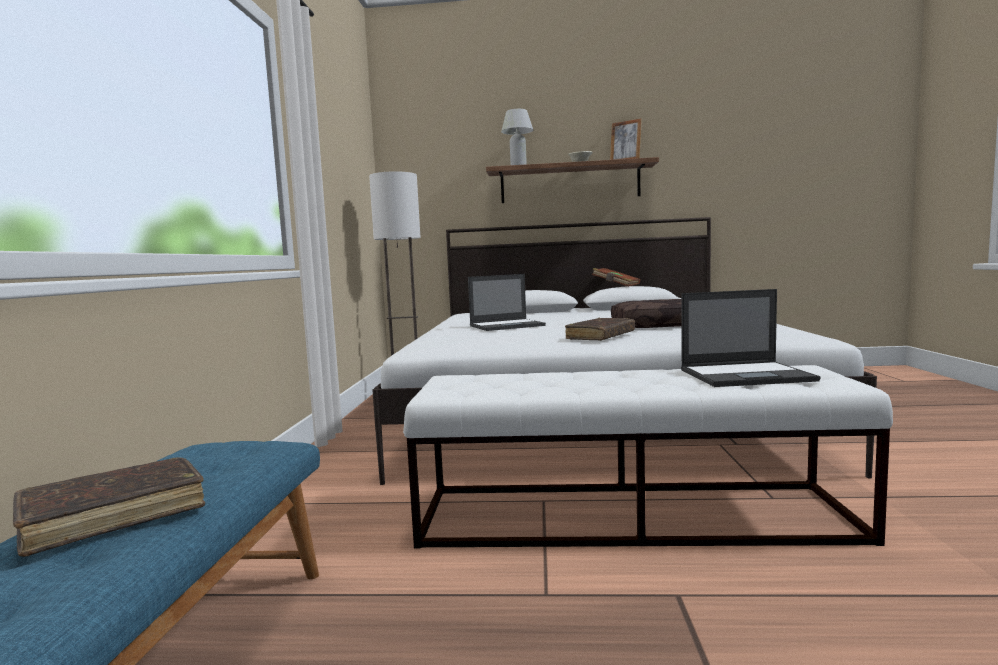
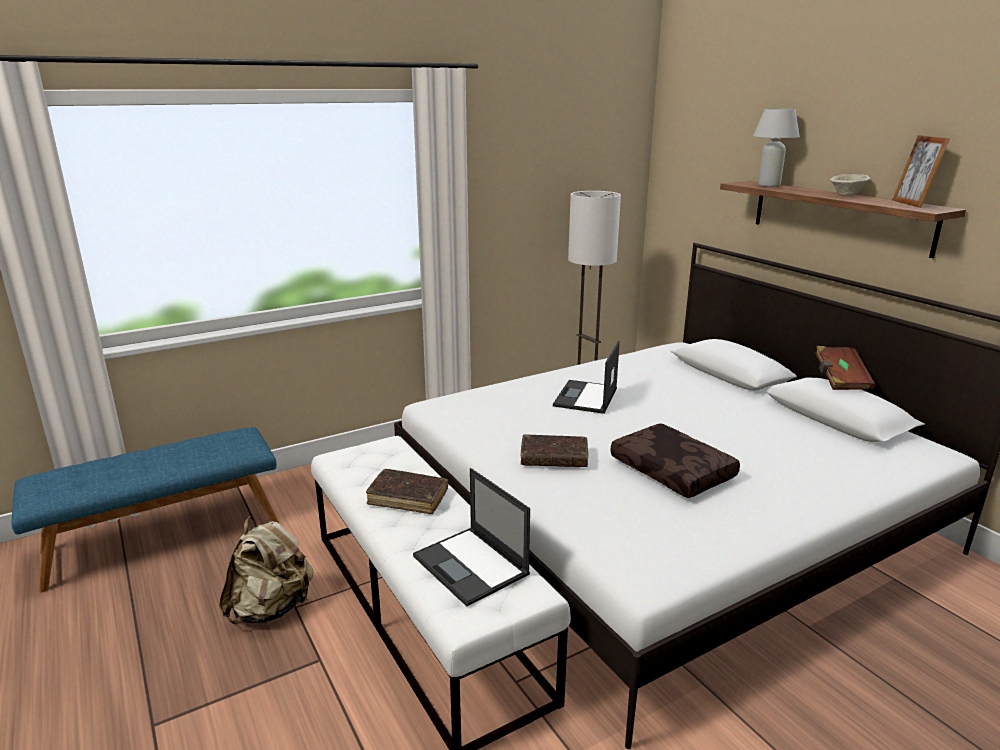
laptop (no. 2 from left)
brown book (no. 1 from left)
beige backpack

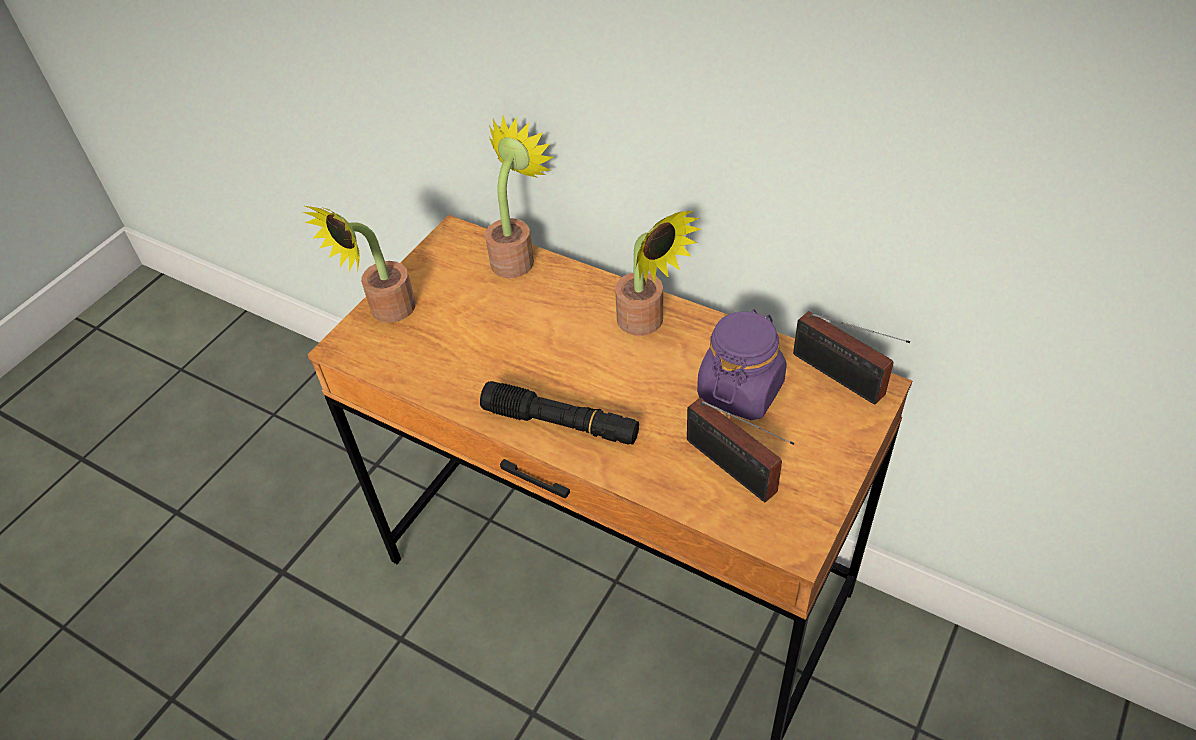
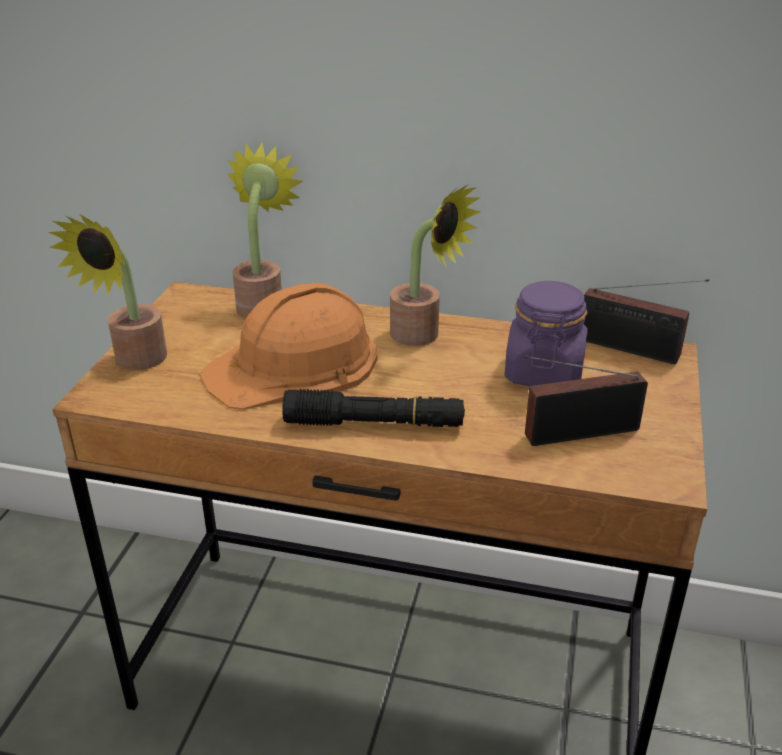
radio (no. 1 from left)
orange hard hat

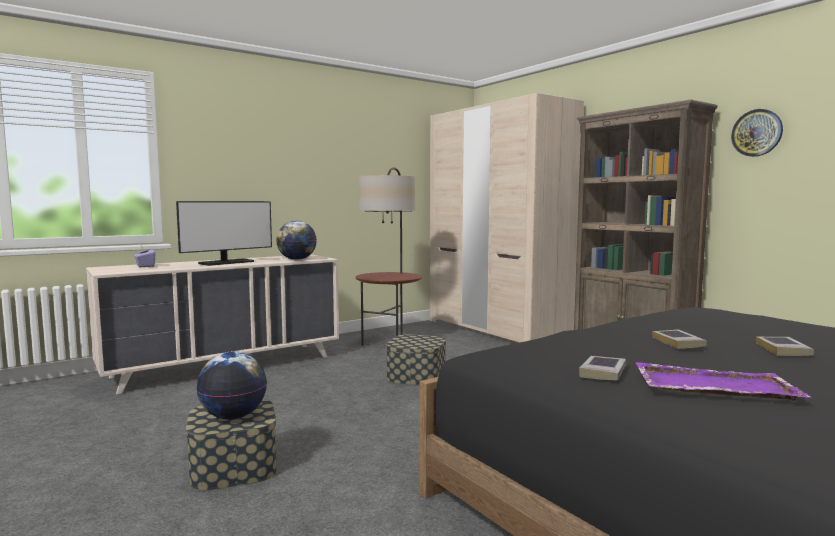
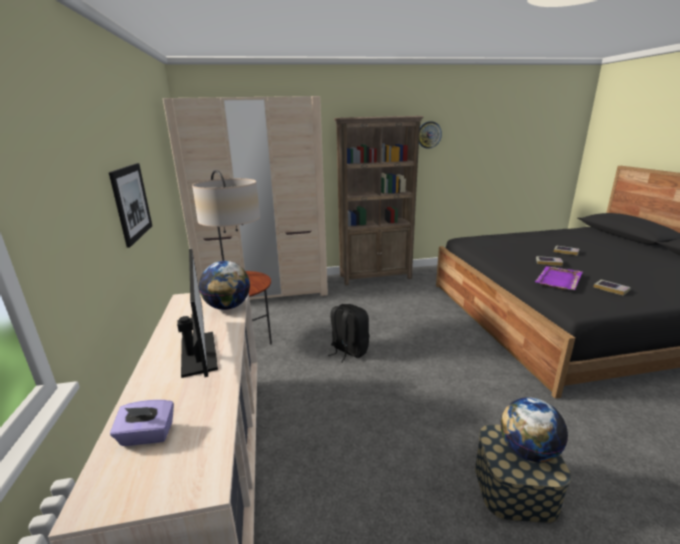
black backpack
purple tray
picture

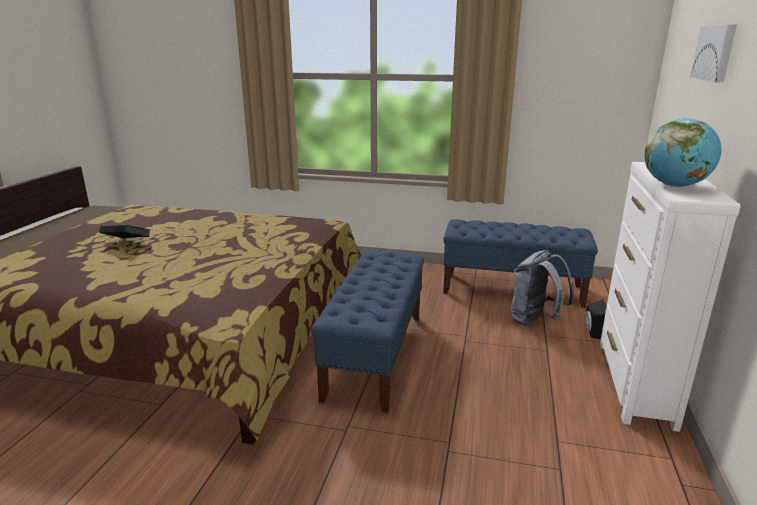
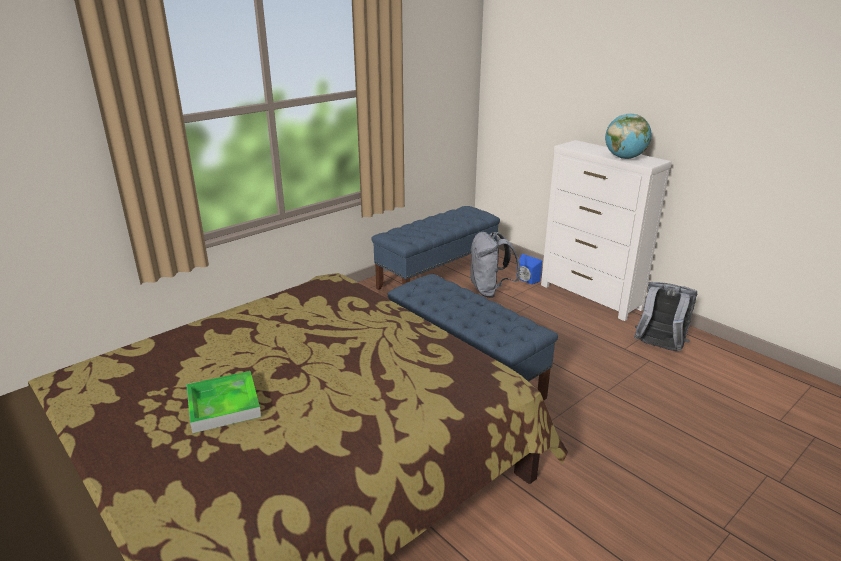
picture
tray
blue speaker
grey backpack (no. 2 from left)

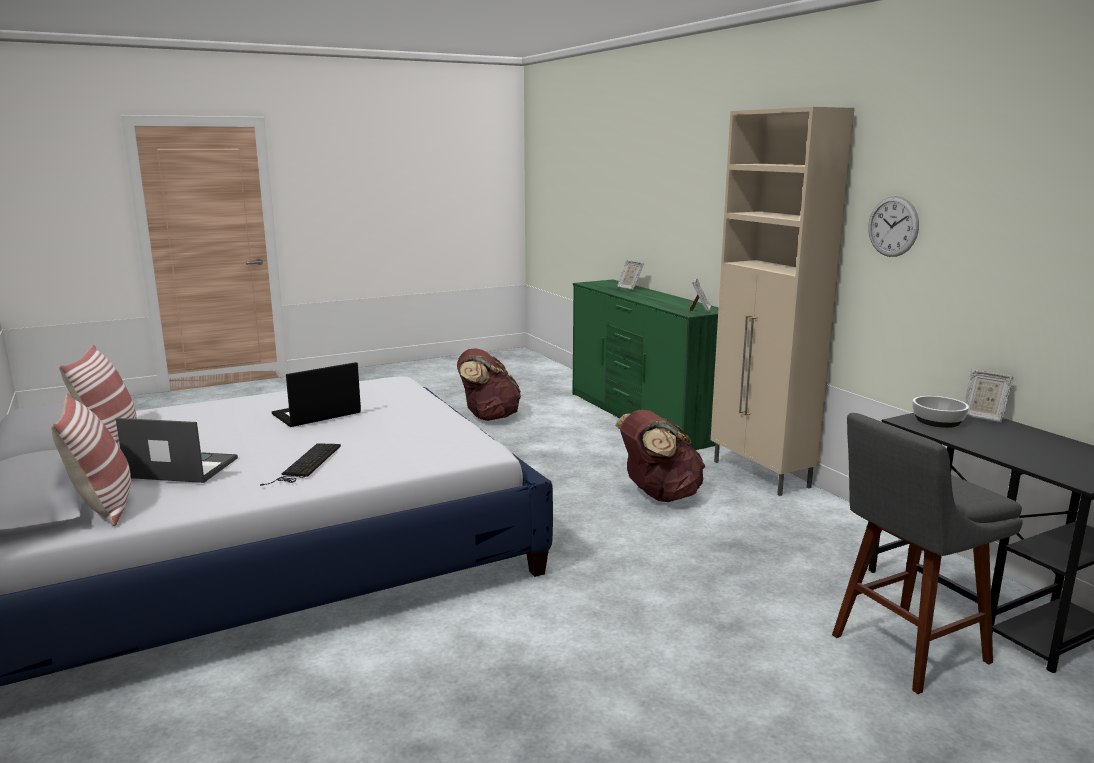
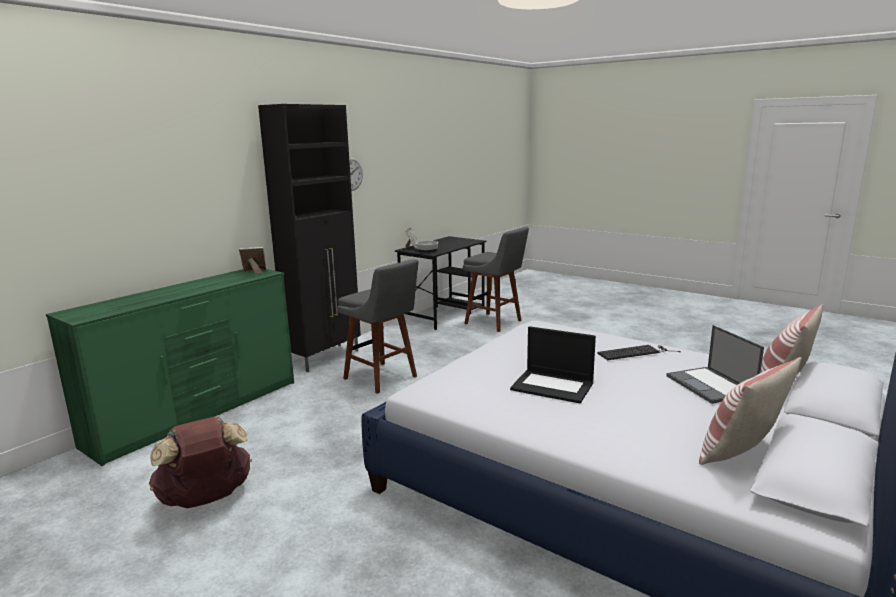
black cabinet
picture frame (no. 1 from left in the first image)
grey stool (no. 1 from left)

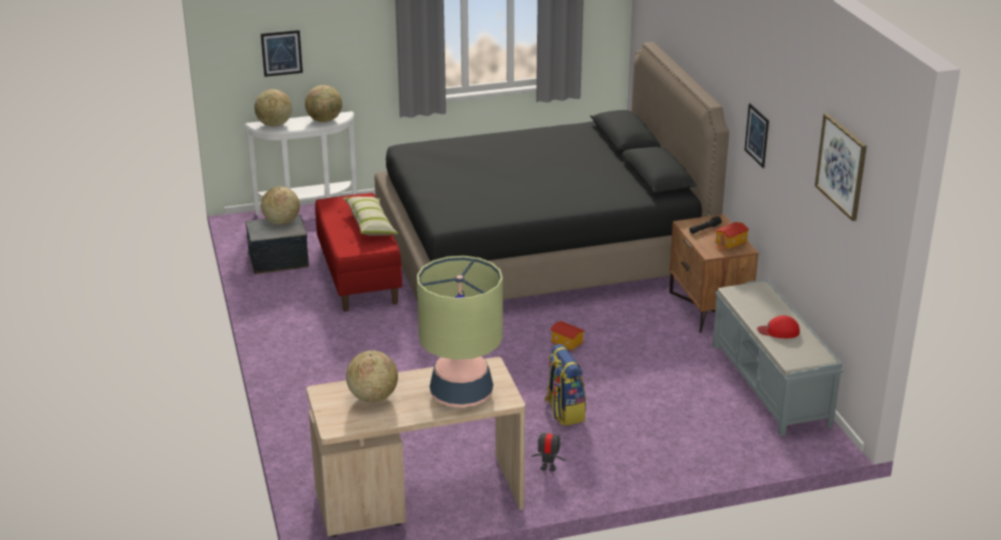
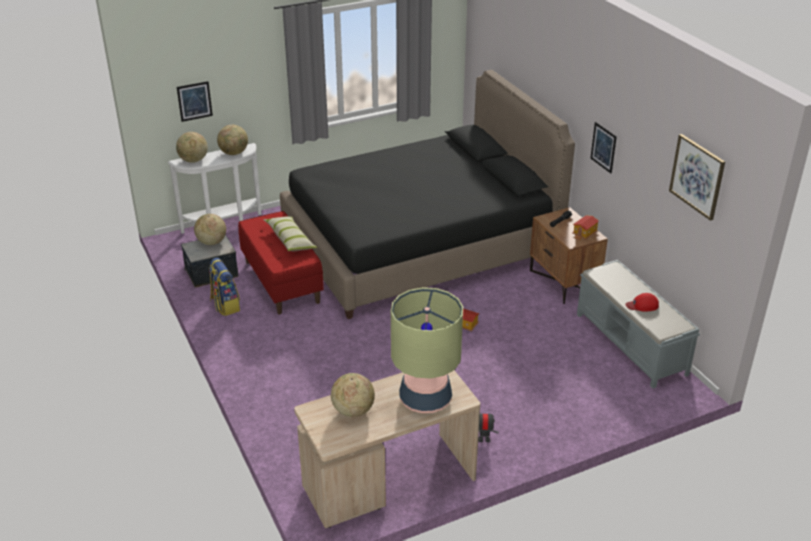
backpack

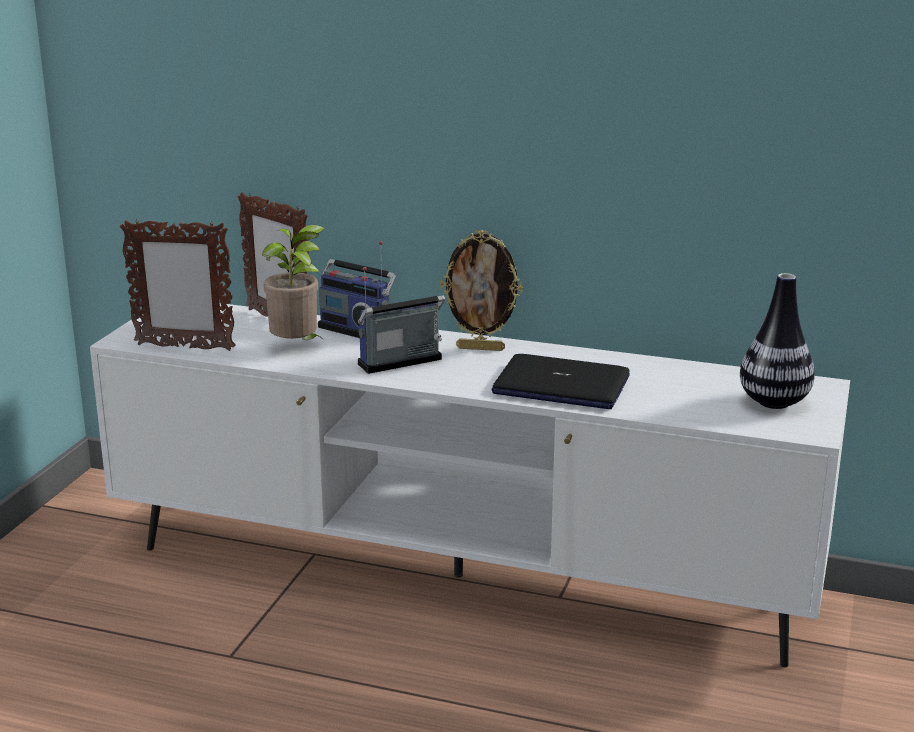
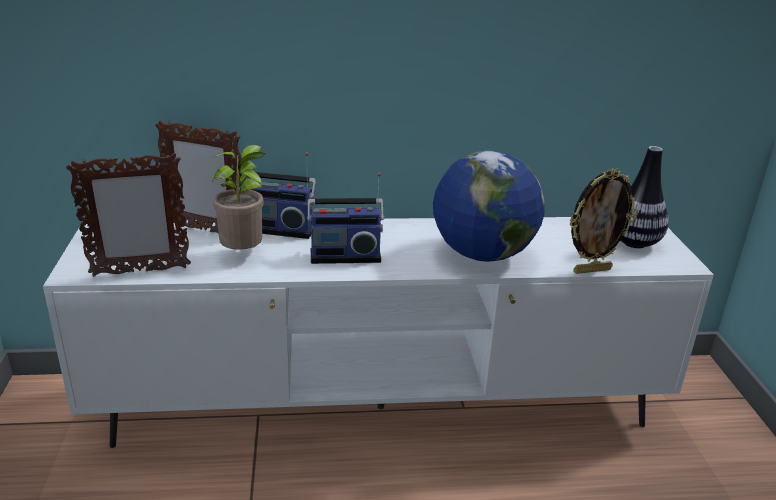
picture frame (no. 3 from left)
radio (no. 2 from left)
globe

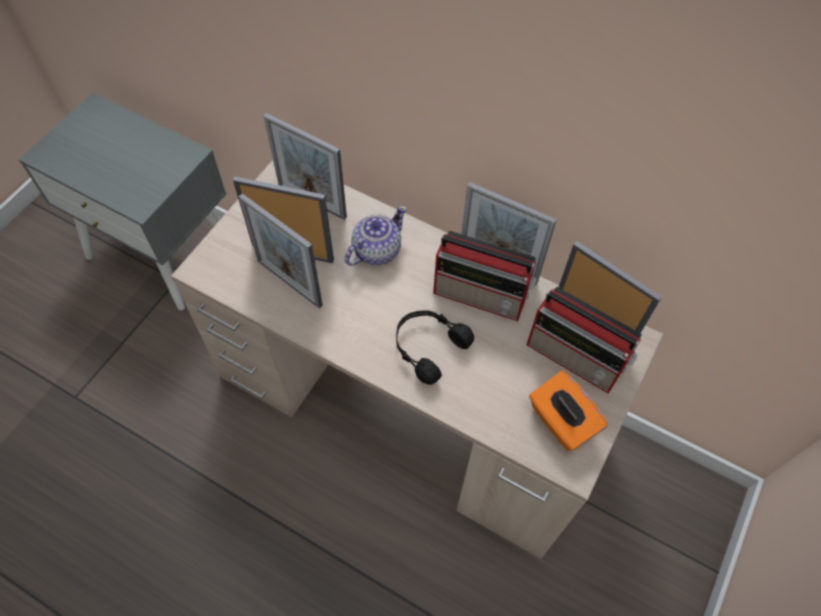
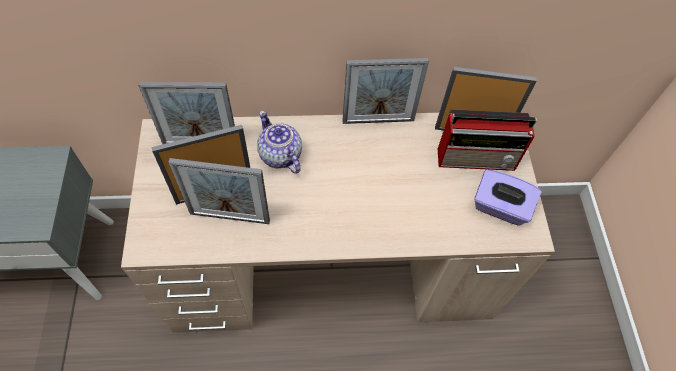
teapot
radio (no. 1 from left in the first image)
black headphones
purple tissue box

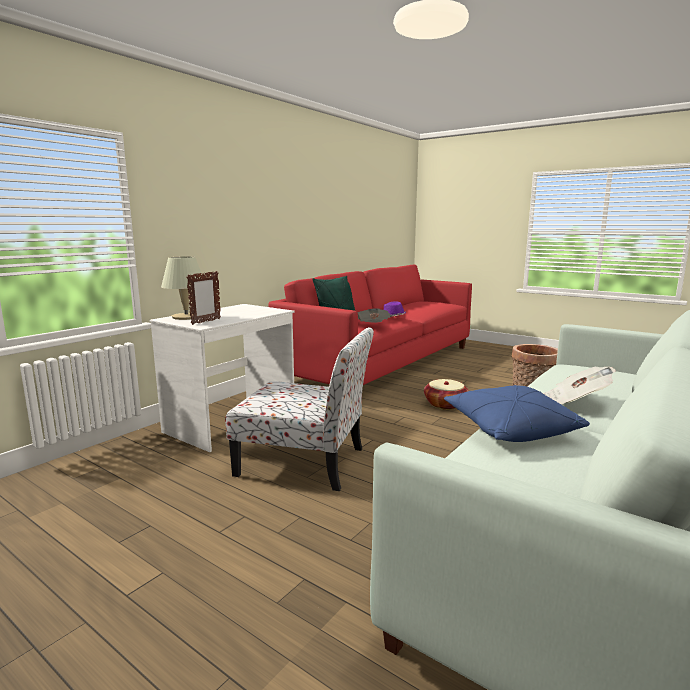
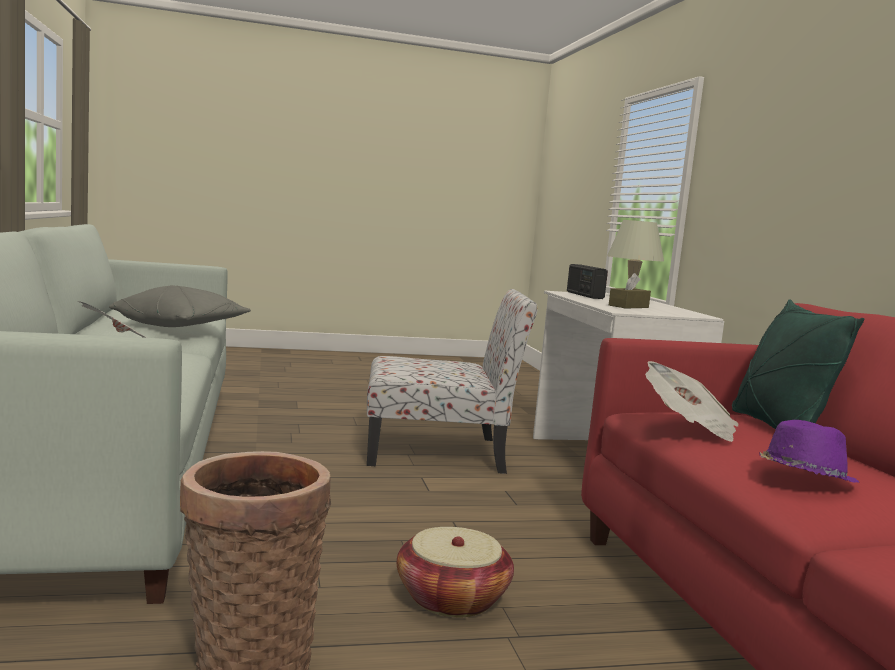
radio
chair
grey pillow
brown tissue box

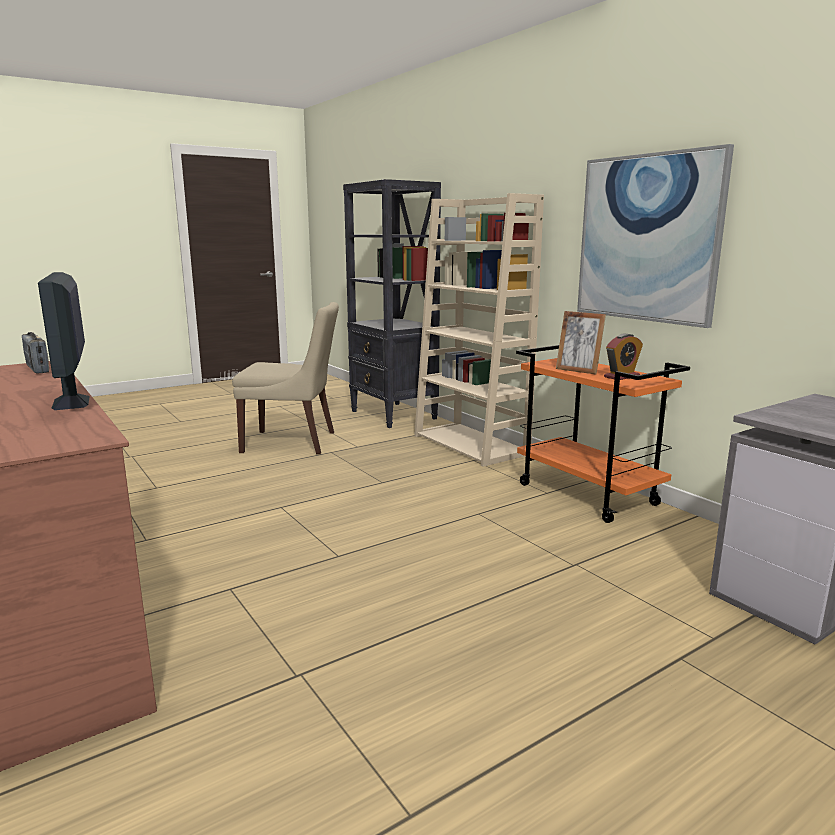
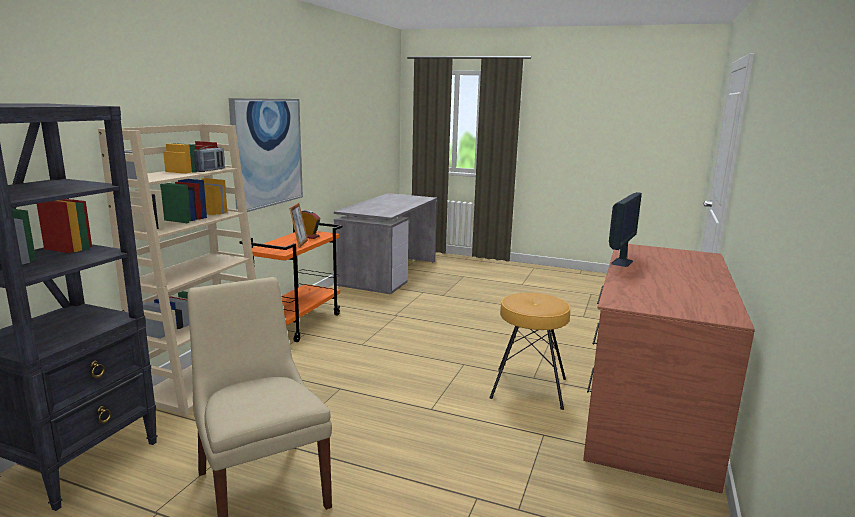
radio
brown stool

